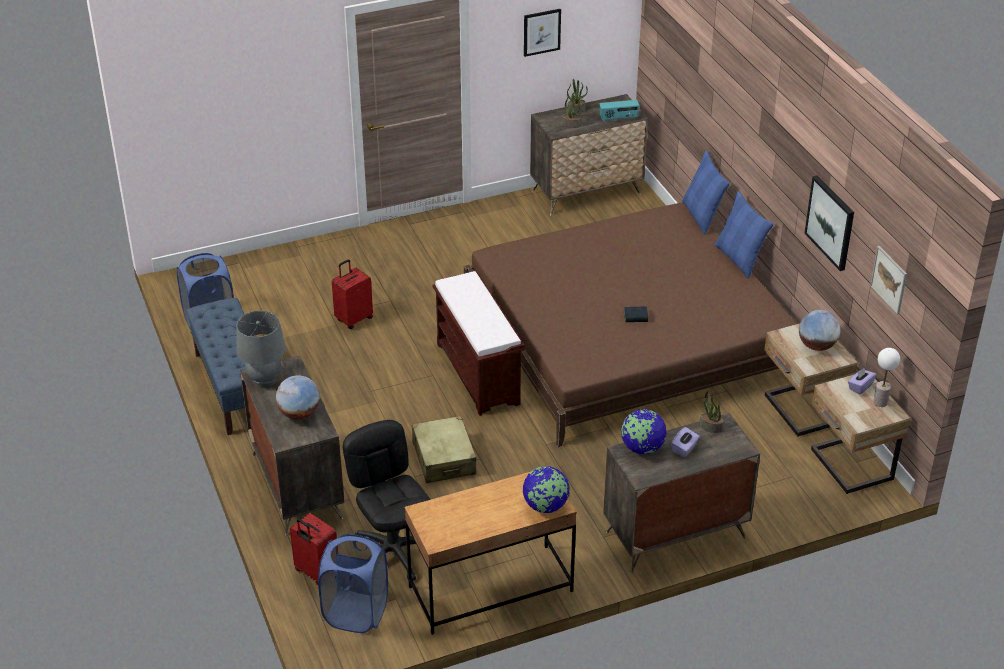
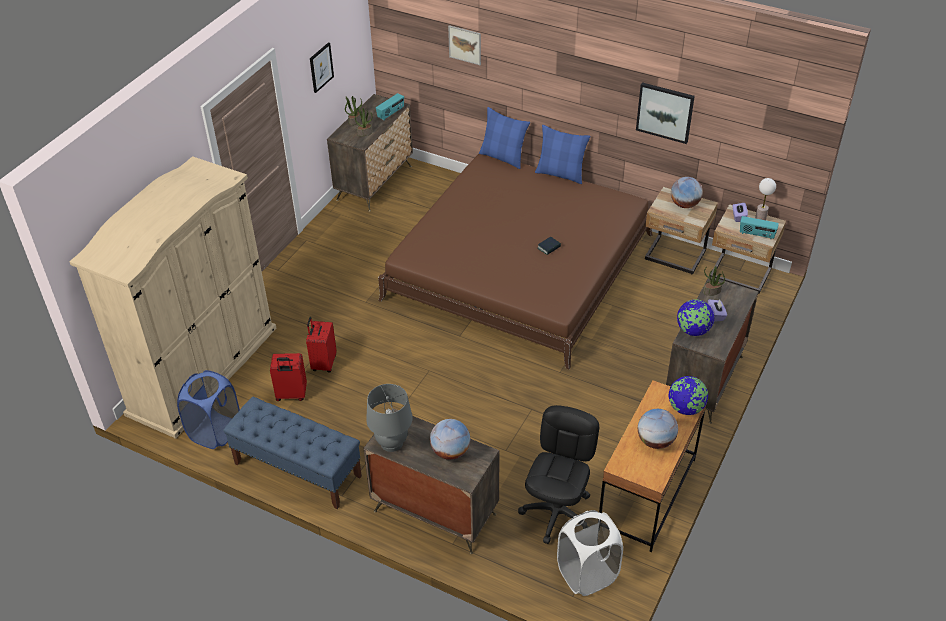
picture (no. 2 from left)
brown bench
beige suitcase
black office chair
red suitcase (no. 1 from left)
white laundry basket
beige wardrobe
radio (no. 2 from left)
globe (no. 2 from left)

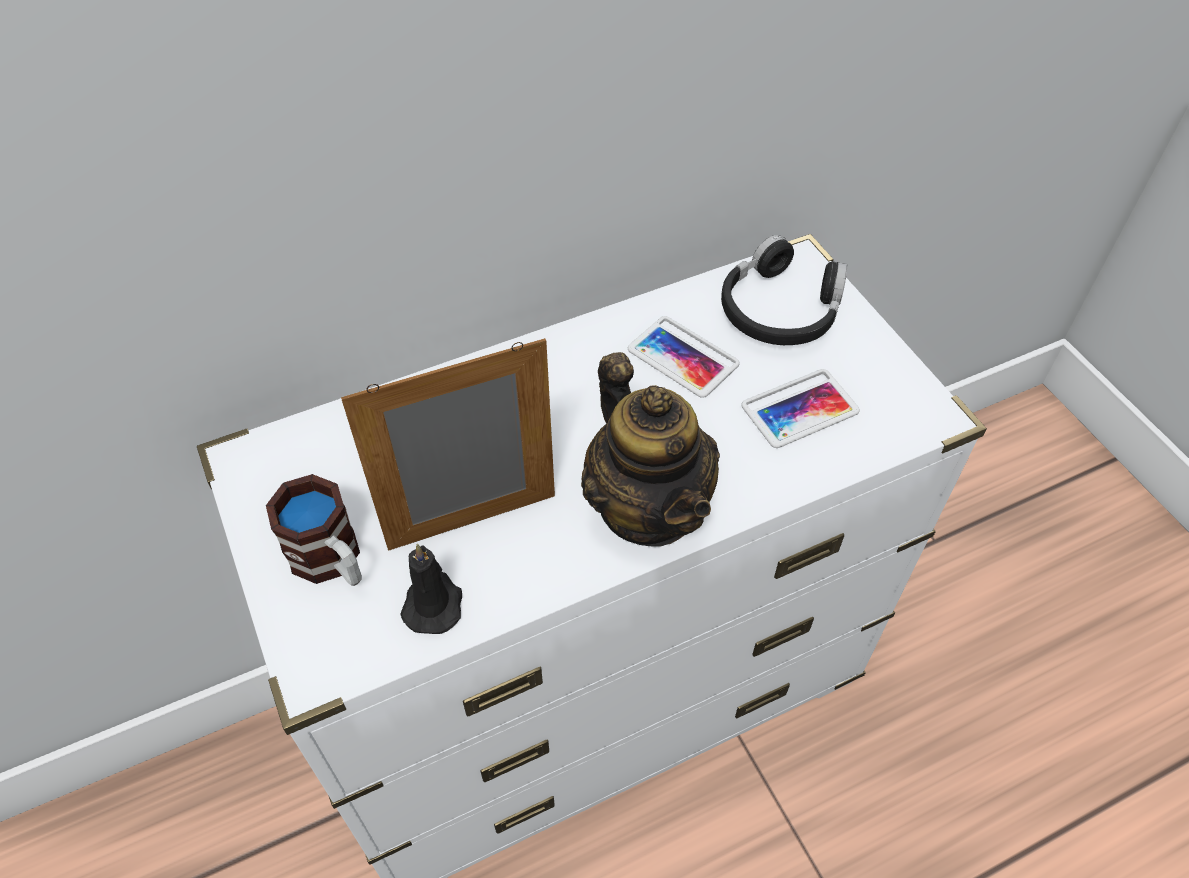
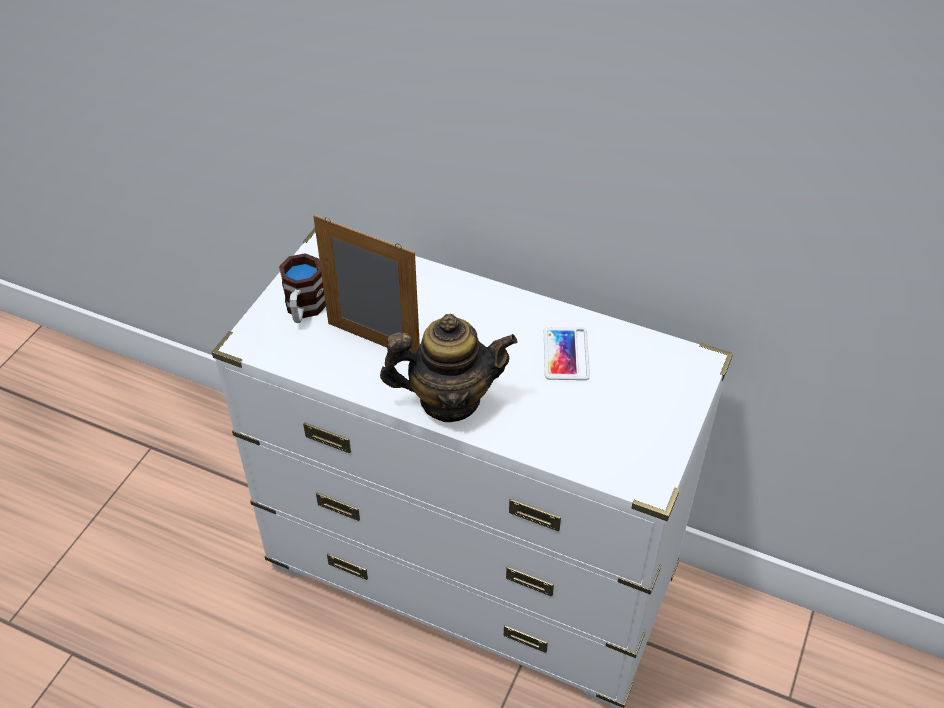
black headphones
teapot
phone (no. 2 from left in the first image)
black candle

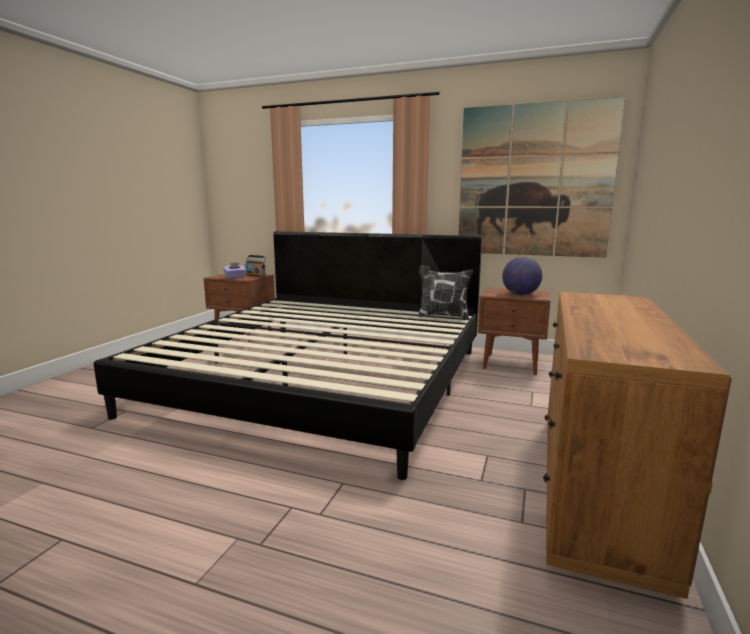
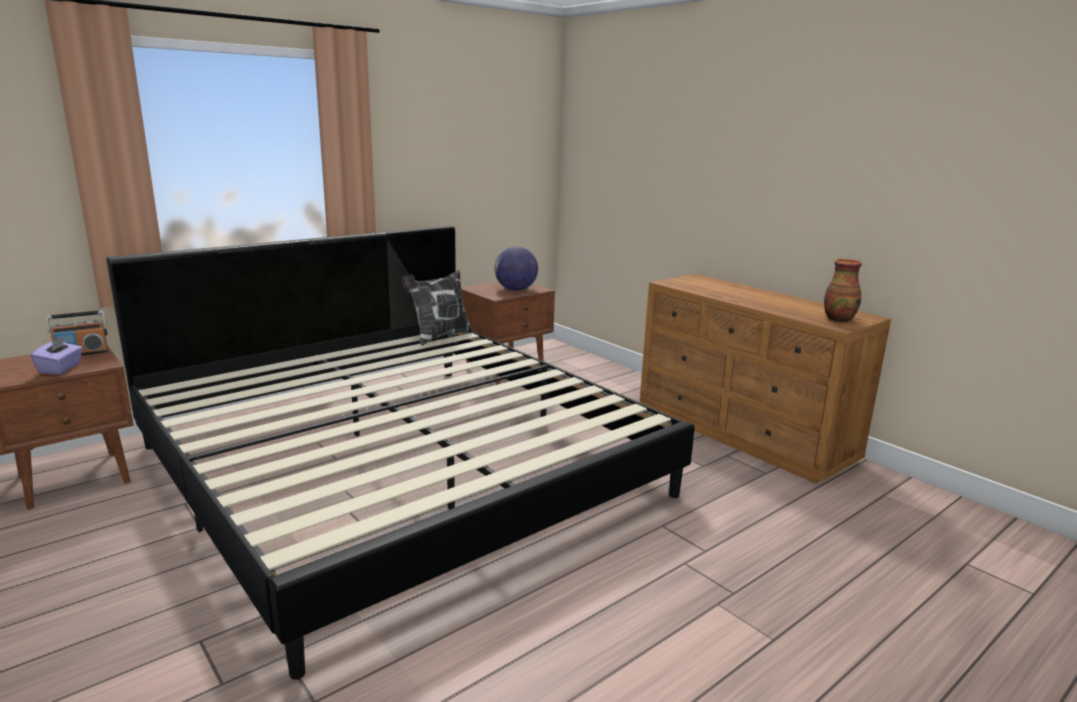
picture
vase

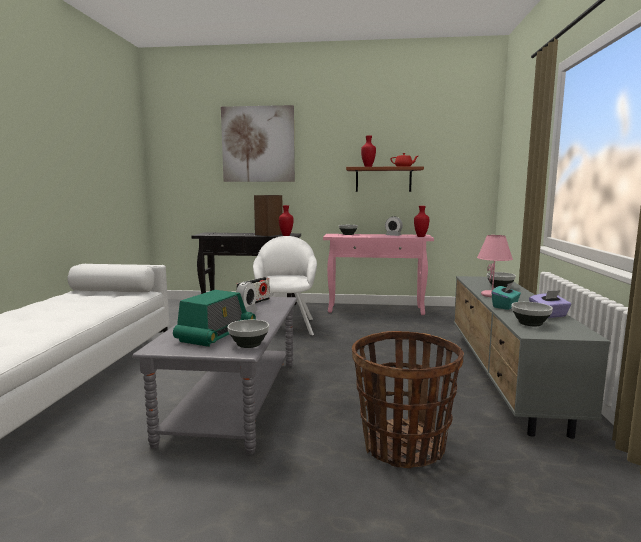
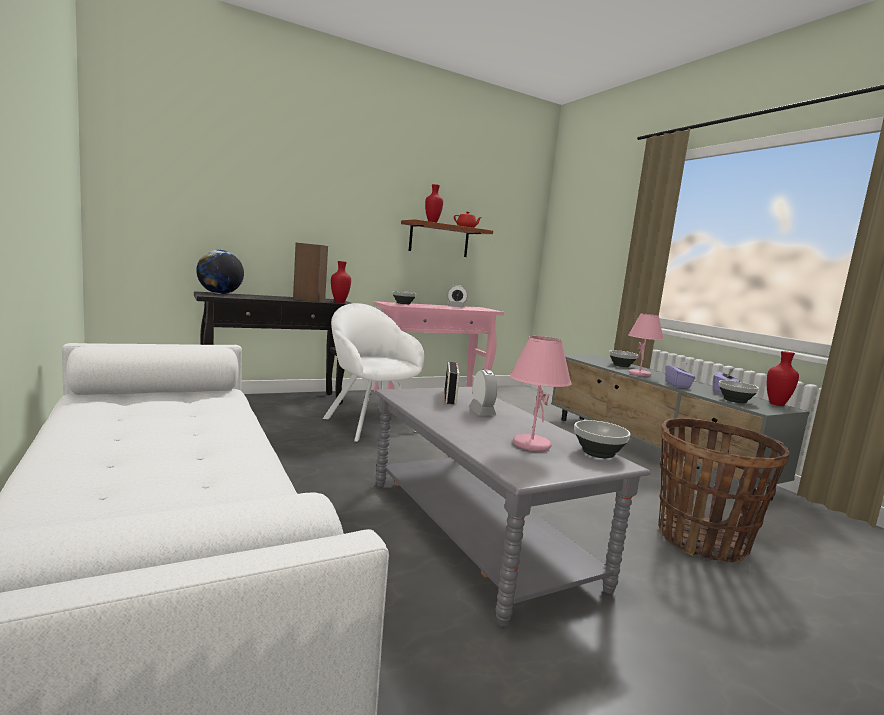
picture
red vase (no. 3 from left)
purple tissue box (no. 1 from left)
pink table lamp (no. 1 from left)
globe

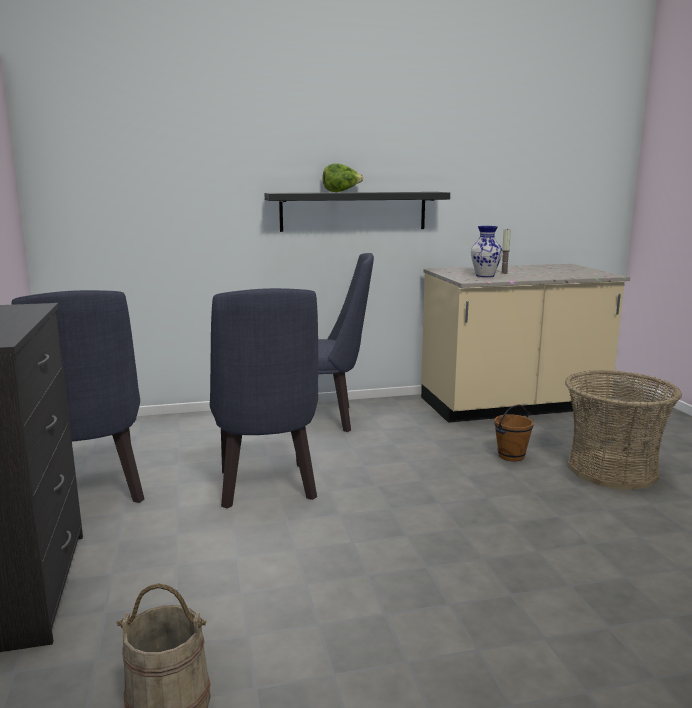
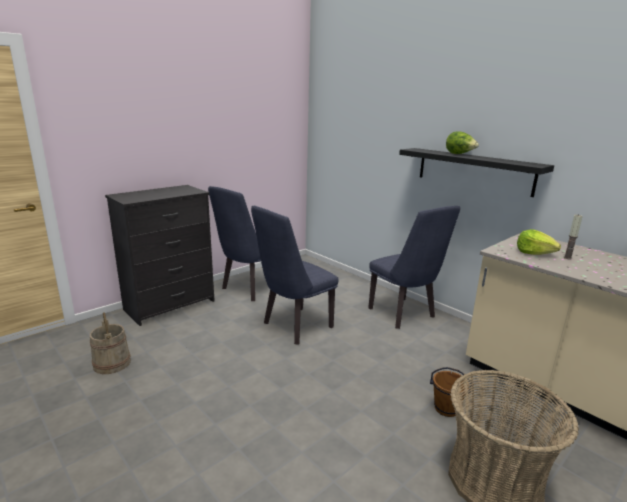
lettuce (no. 2 from left)

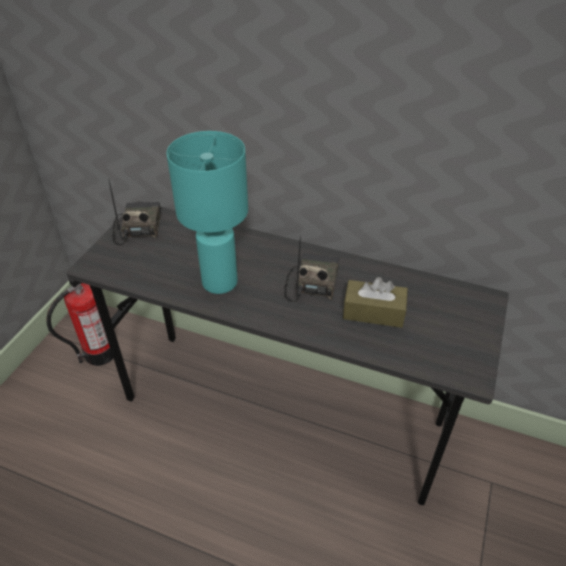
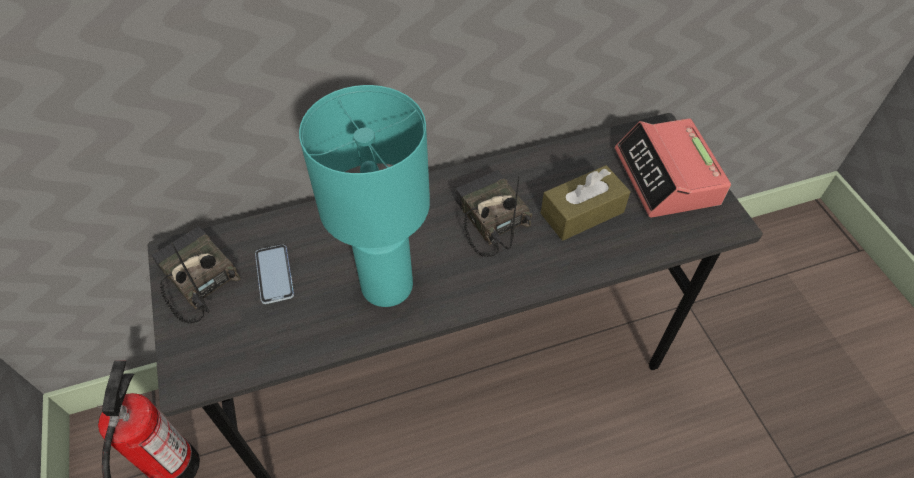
alarm clock
phone

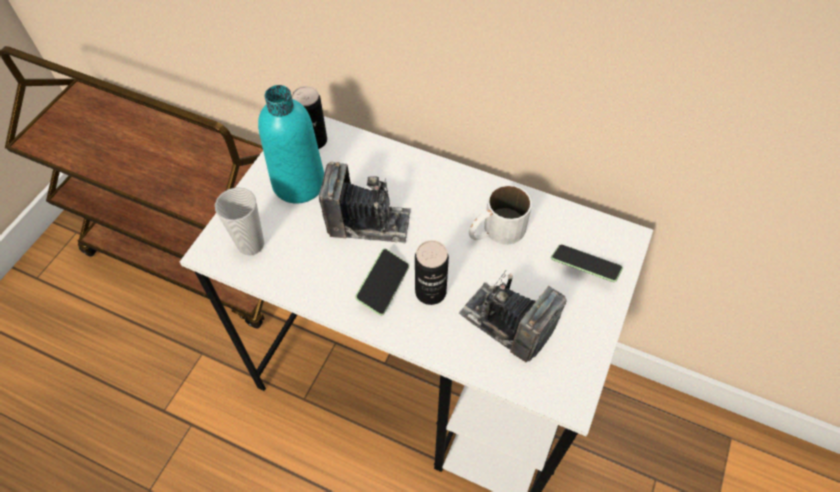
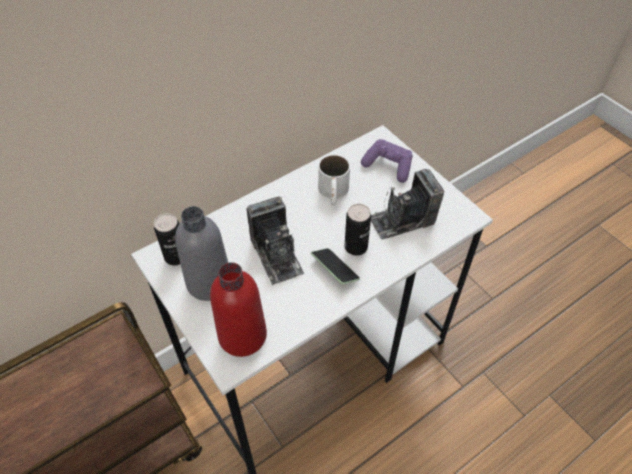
grey bottle
photo camera (no. 1 from left)
red bottle
purple game controller

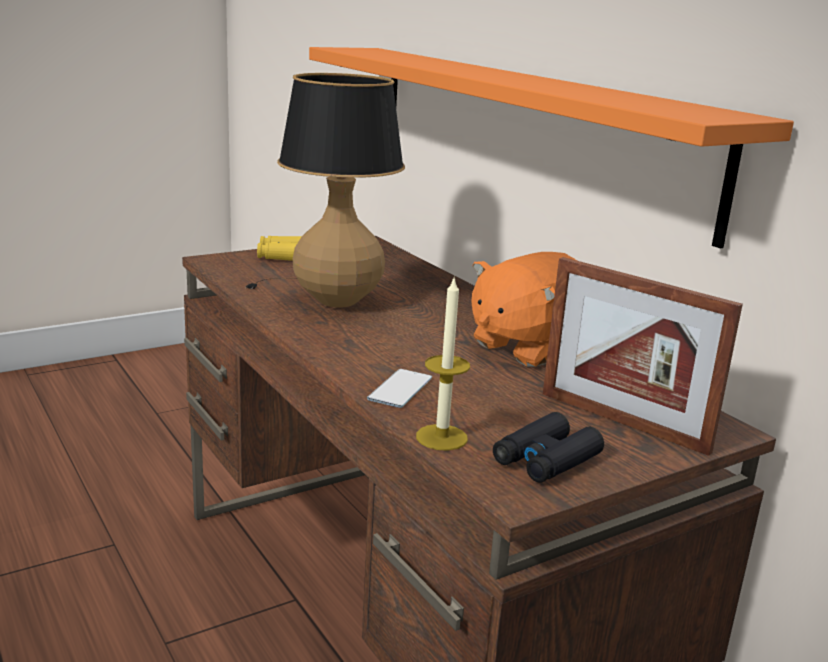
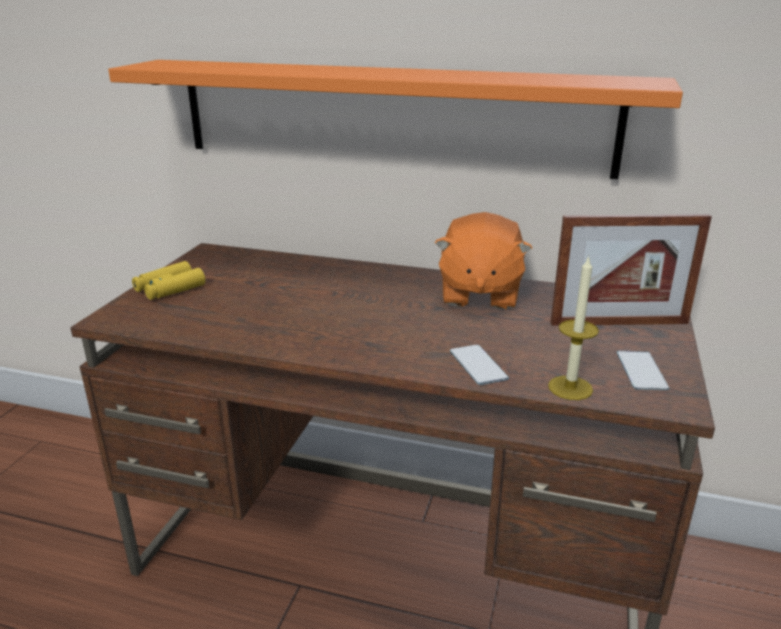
table lamp
phone (no. 2 from left)

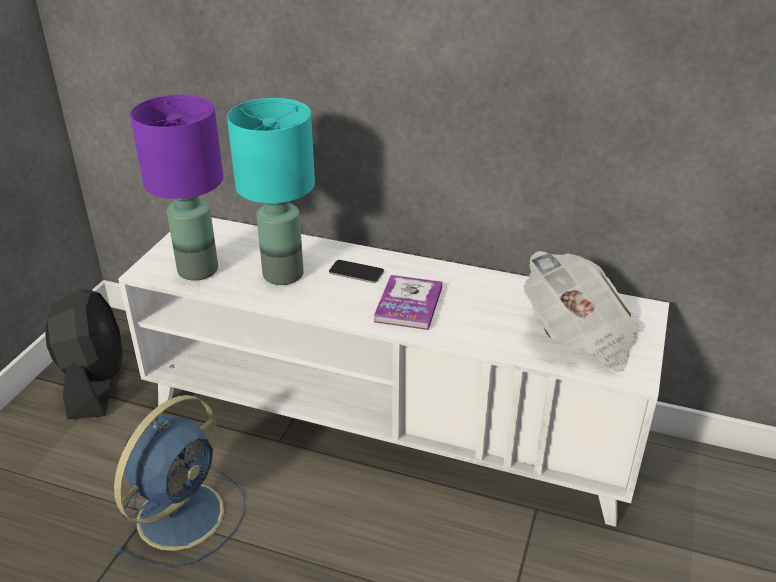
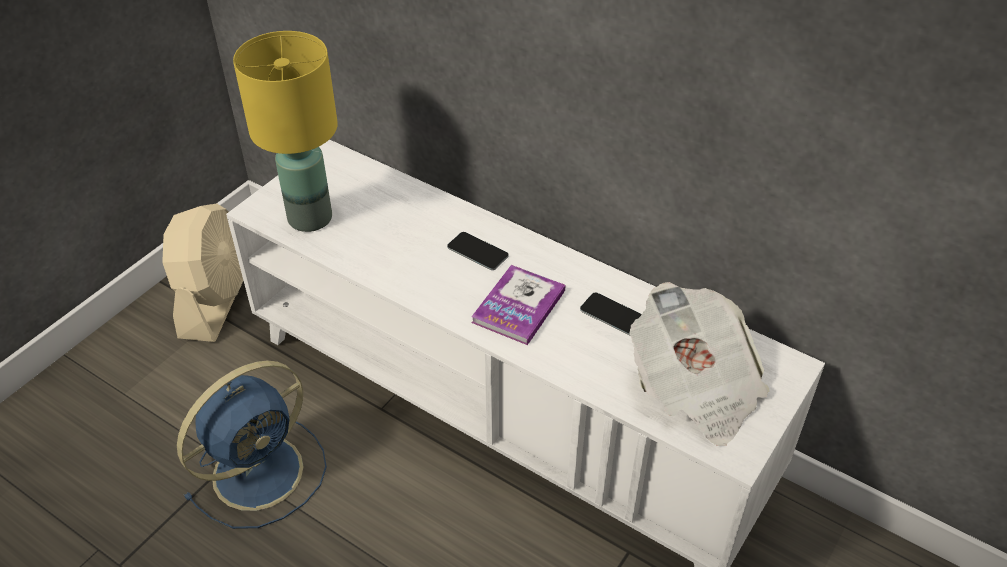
yellow table lamp
turquoise table lamp
beige fan
phone (no. 2 from left)

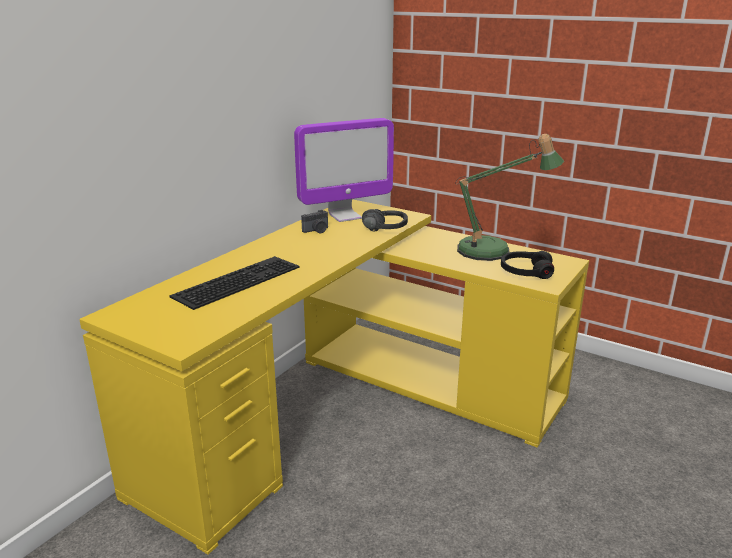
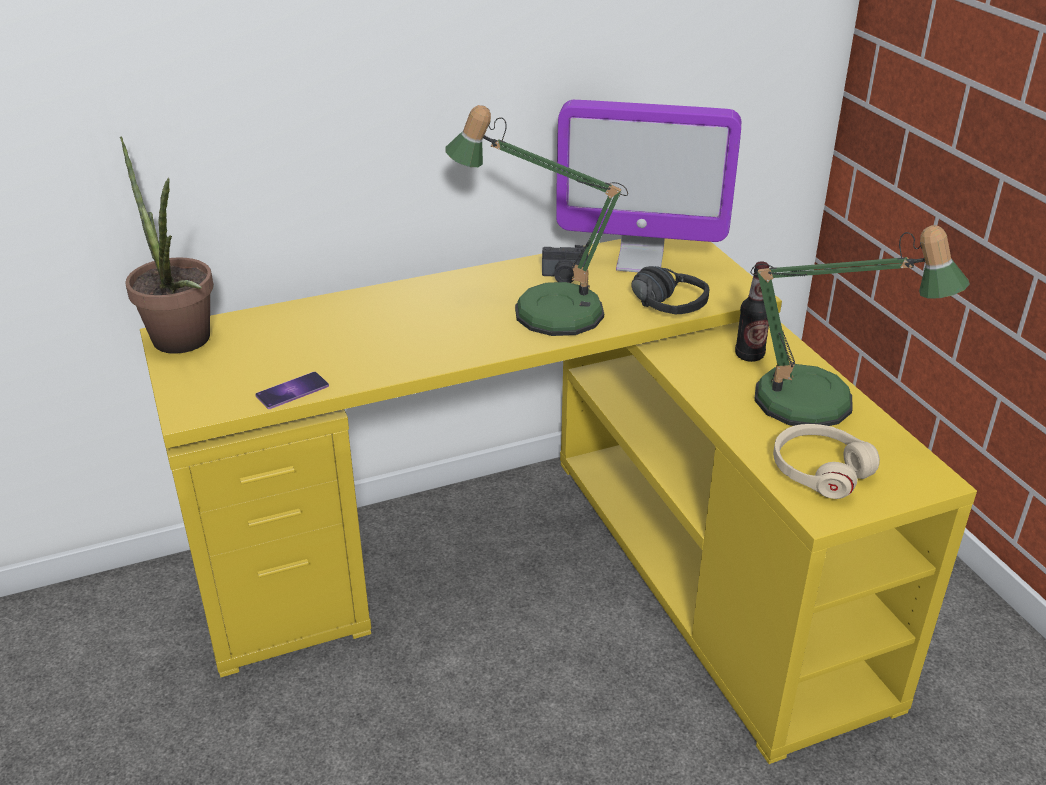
beige headphones
keyboard
table lamp (no. 1 from left)
potted plant
bottle
phone

